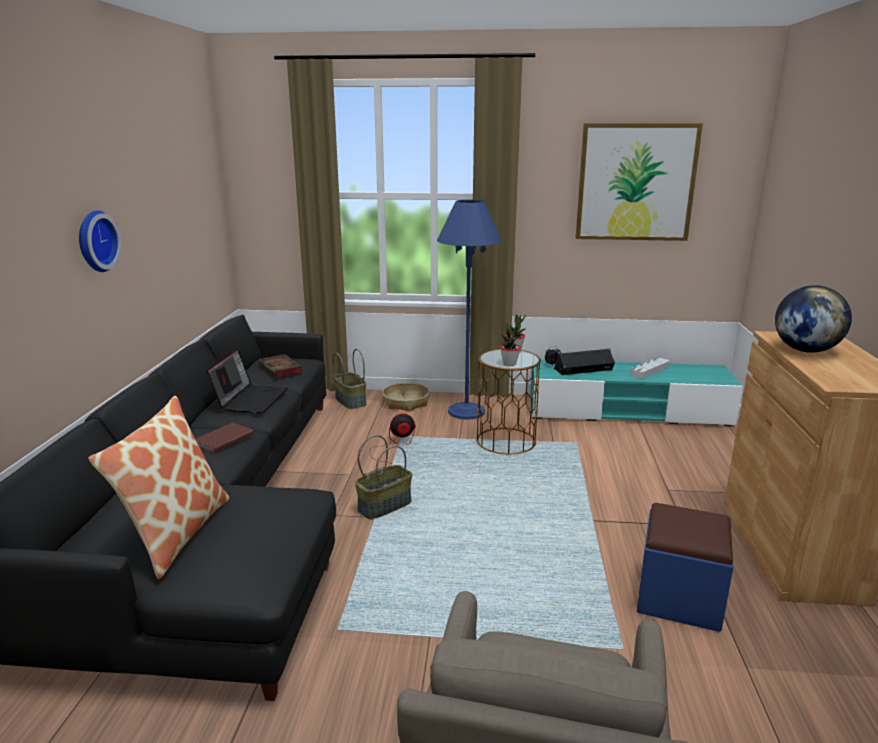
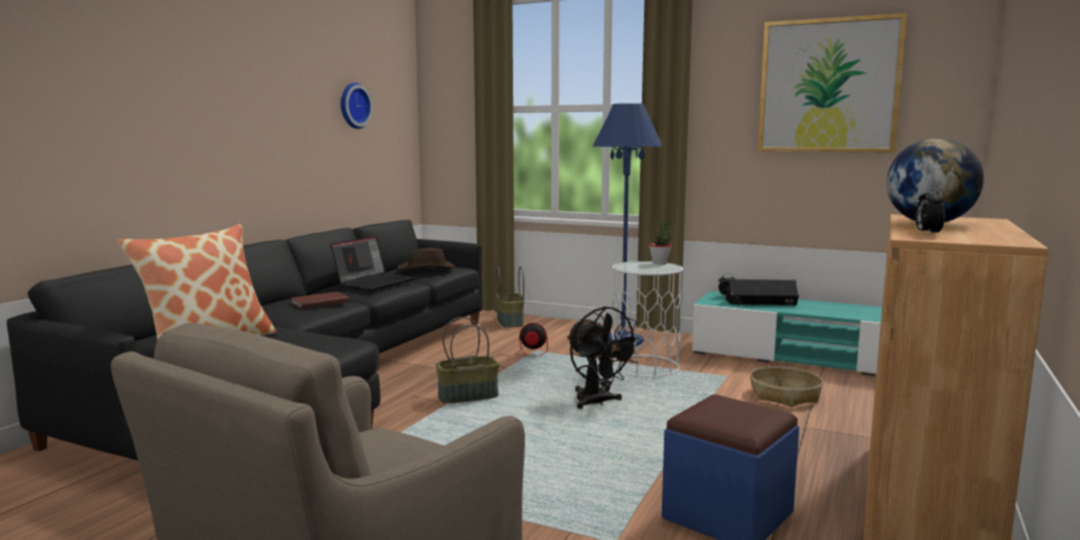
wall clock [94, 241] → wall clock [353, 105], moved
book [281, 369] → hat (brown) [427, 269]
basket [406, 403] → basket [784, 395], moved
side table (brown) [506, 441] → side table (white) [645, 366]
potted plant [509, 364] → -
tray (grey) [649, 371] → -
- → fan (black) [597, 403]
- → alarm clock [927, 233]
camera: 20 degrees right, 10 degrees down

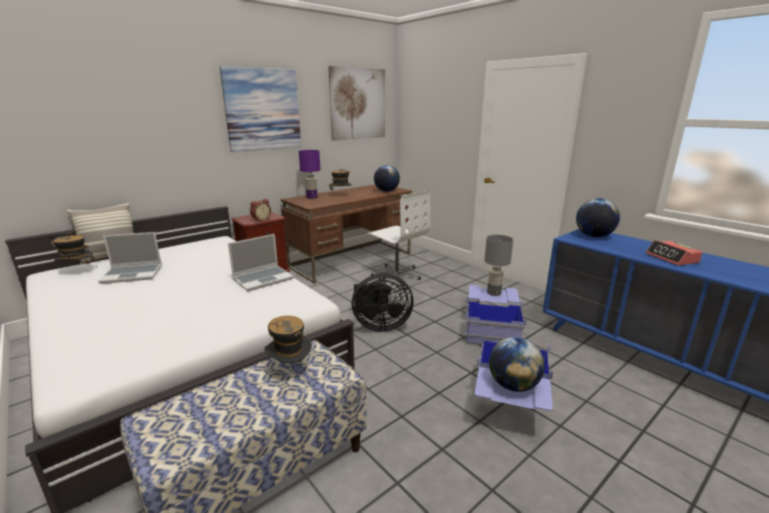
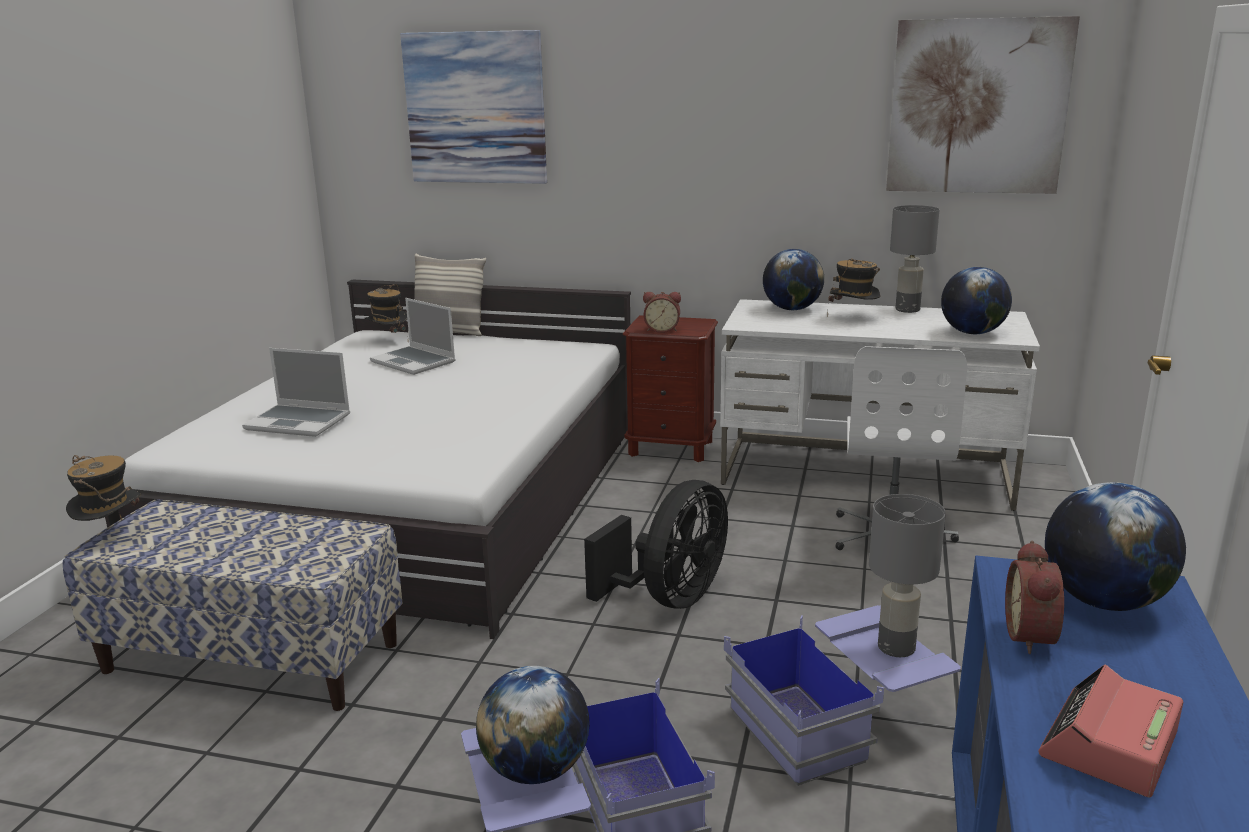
picture [263, 110] → picture [475, 108], moved
laptop [263, 279] → laptop [300, 422], moved
hat [290, 369] → hat [111, 535], moved
desk (brown) [352, 260] → desk (white) [866, 473]
table lamp (purple) [311, 197] → globe [791, 309]
fan (black) [379, 326] → fan (black) [670, 598], 105 degrees counterclockwise
- → table lamp (grey) [908, 310]
- → alarm clock [1034, 636]
camera: 55 degrees right, 0 degrees up

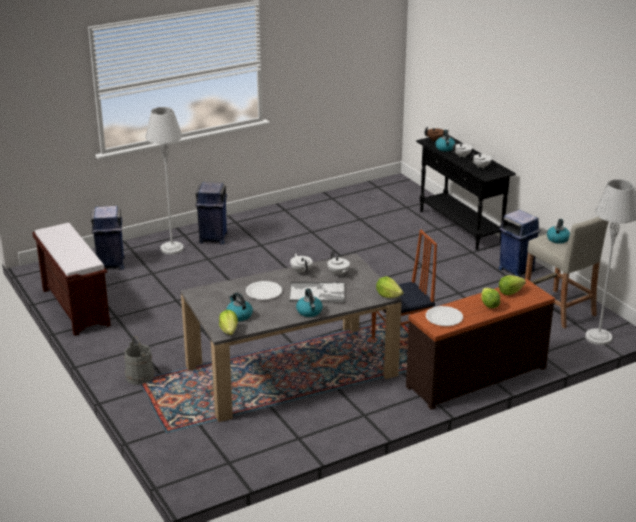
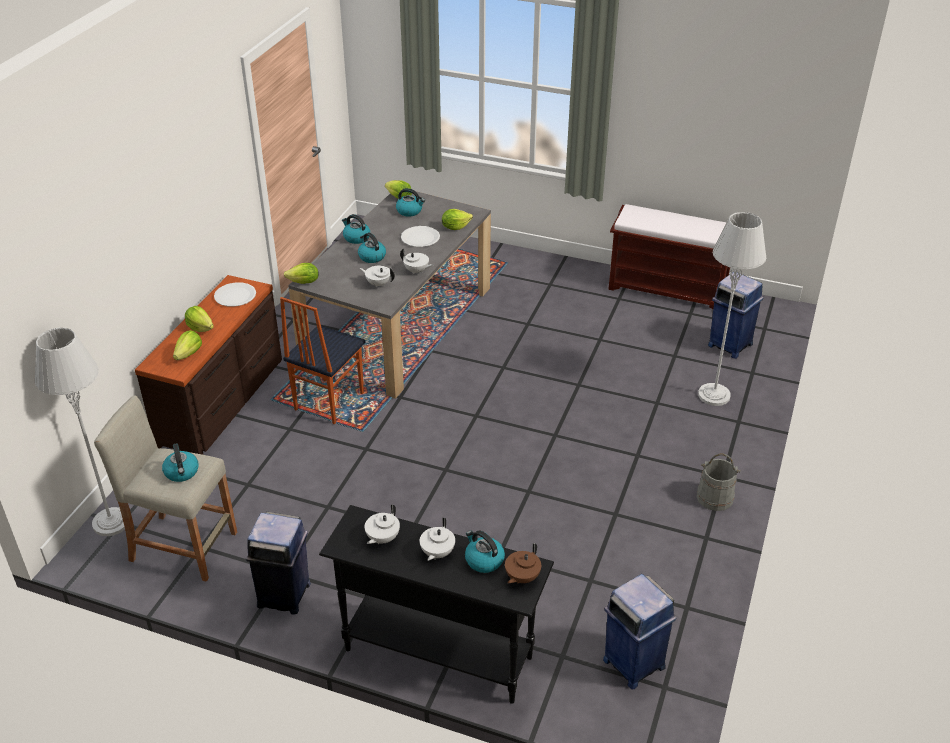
bucket (grey) [139, 376] → bucket (grey) [715, 497], moved
trash can (blue) [213, 238] → trash can (blue) [633, 663], moved
tray [318, 293] → kettle [371, 257]
- → lettuce [455, 227]
camera: 140 degrees right, 10 degrees up

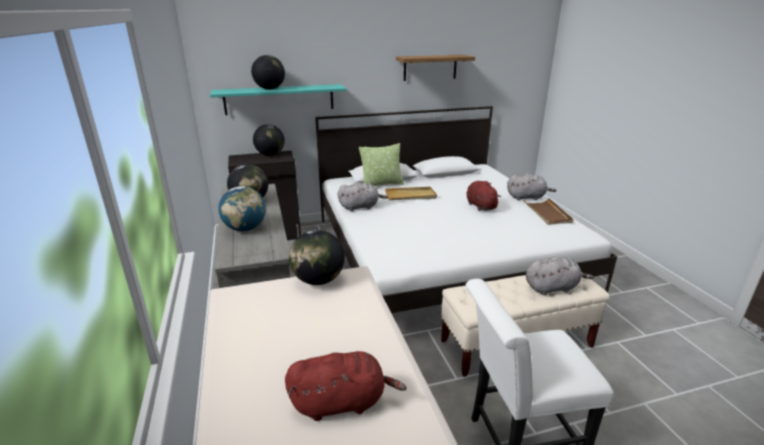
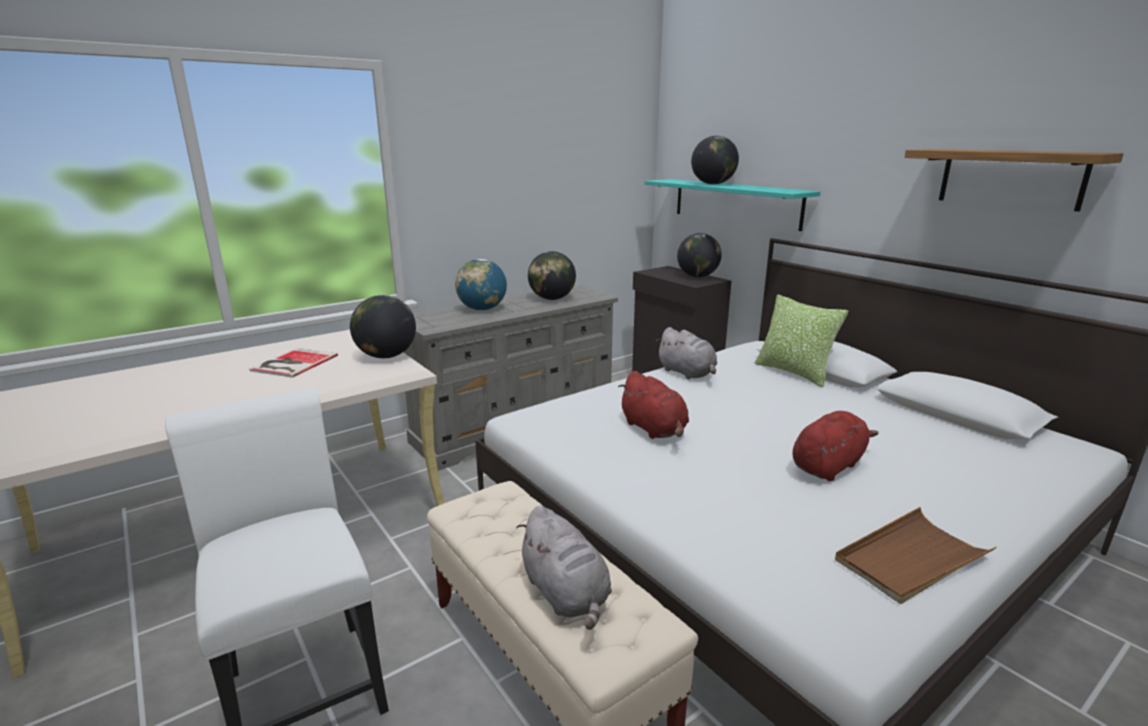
plush toy (red) [342, 402] → plush toy (red) [654, 429], moved
tray (beige) [411, 196] → -
plush toy (grey) [527, 197] → -
- → book [292, 363]
camera: 70 degrees right, 5 degrees down

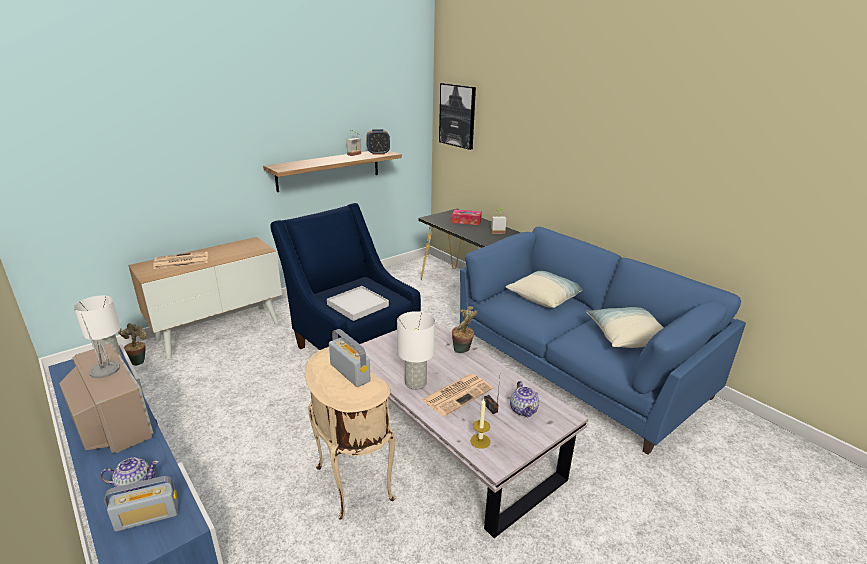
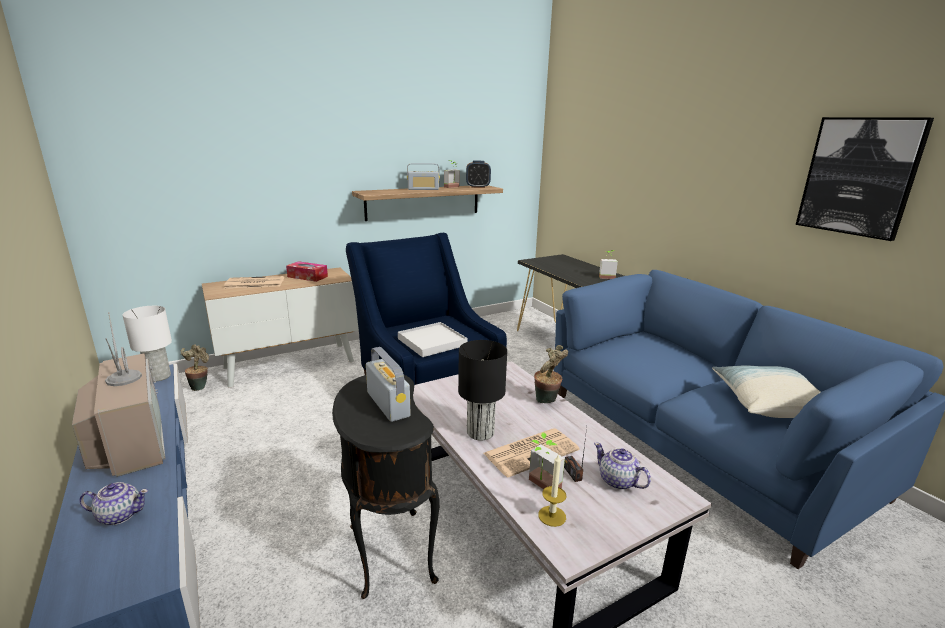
radio [147, 517] → radio [423, 189], moved
side table (beige) [351, 484] → side table (black) [387, 554]
table lamp (white) [415, 383] → table lamp (black) [479, 433]
picture [457, 115] → picture [859, 176], moved
tissue box [466, 221] → tissue box [307, 277], moved
pillow [545, 297] → -
teapot [523, 410] → teapot [618, 481], 135 degrees clockwise
- → potted plant [540, 486]
camera: 10 degrees right, 5 degrees down

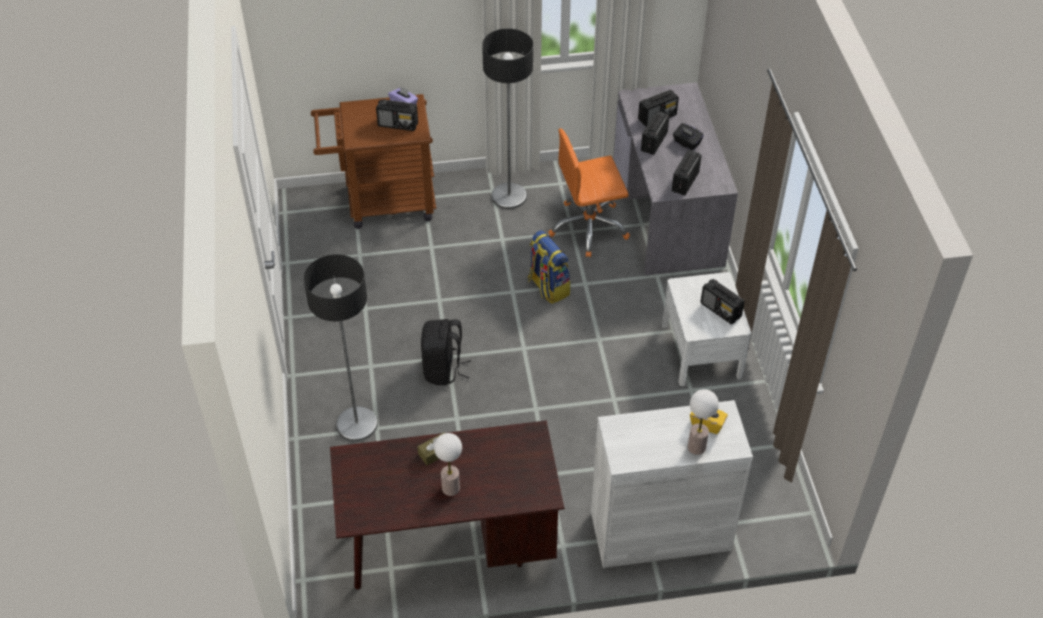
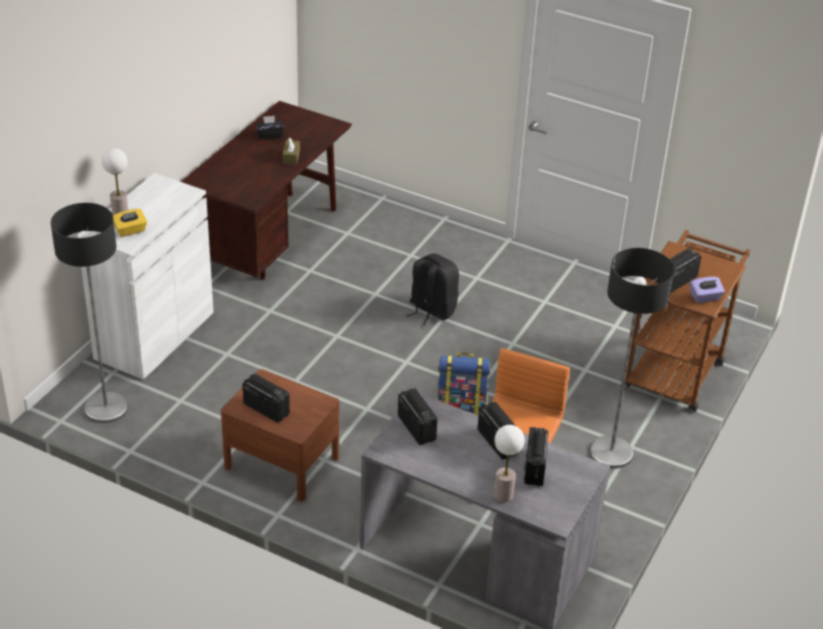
floor lamp [357, 424] → floor lamp [105, 408], moved
table lamp [450, 488] → table lamp [503, 495], moved
nightstand (white) [701, 351] → nightstand (brown) [281, 462]
tissue box (black) [686, 143] → tissue box (black) [269, 135], moved
radio [721, 310] → radio [266, 409], 45 degrees clockwise
camera: 125 degrees right, 10 degrees down

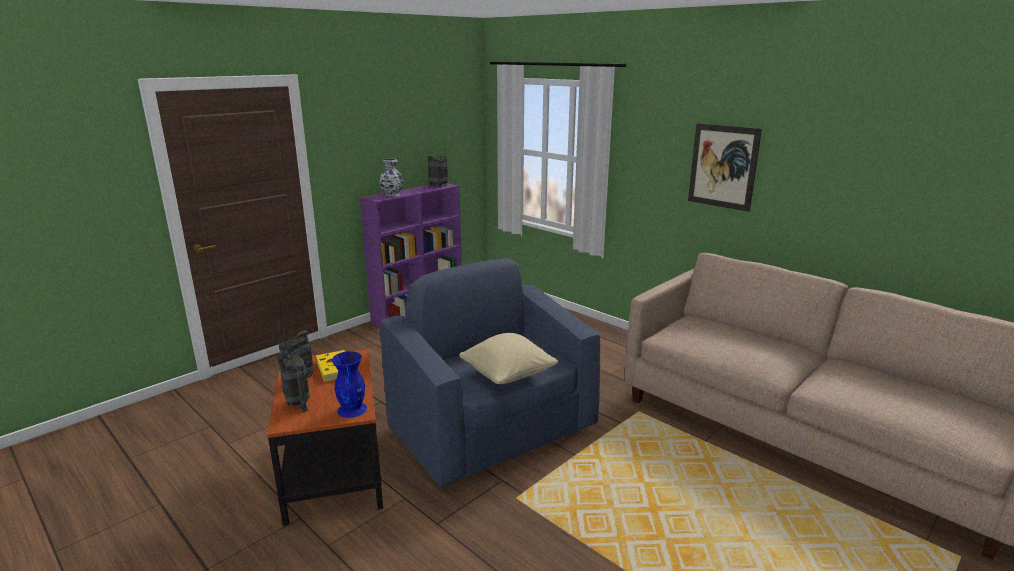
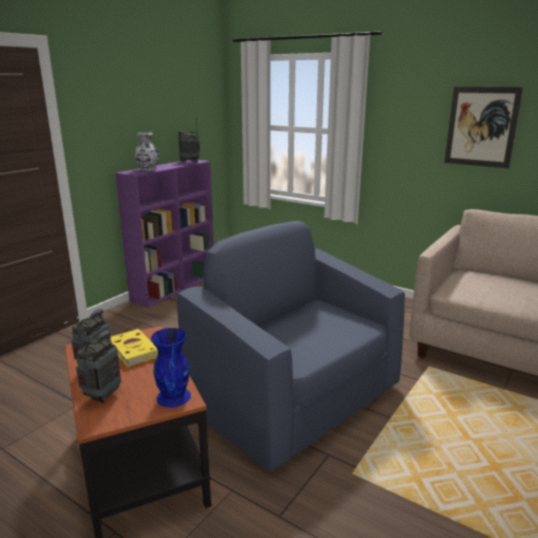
radio [297, 403] → radio [103, 396], 120 degrees counterclockwise
pillow (beige) [508, 376] → -
camera: 10 degrees left, 0 degrees up

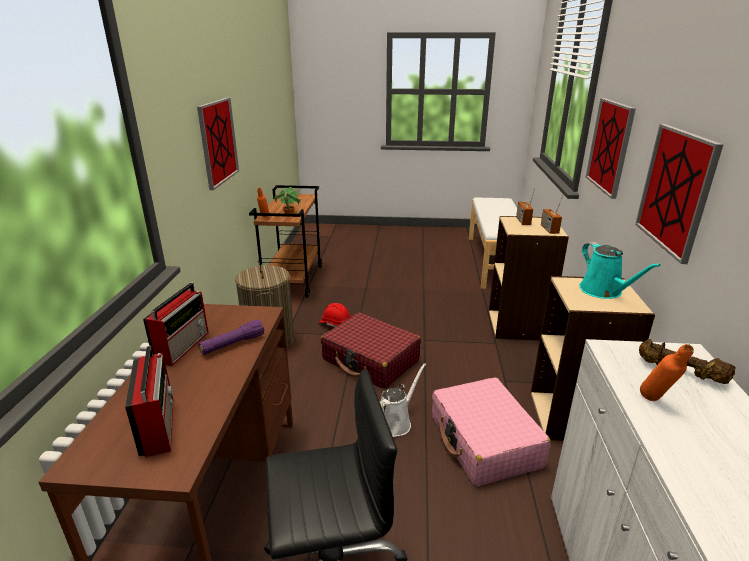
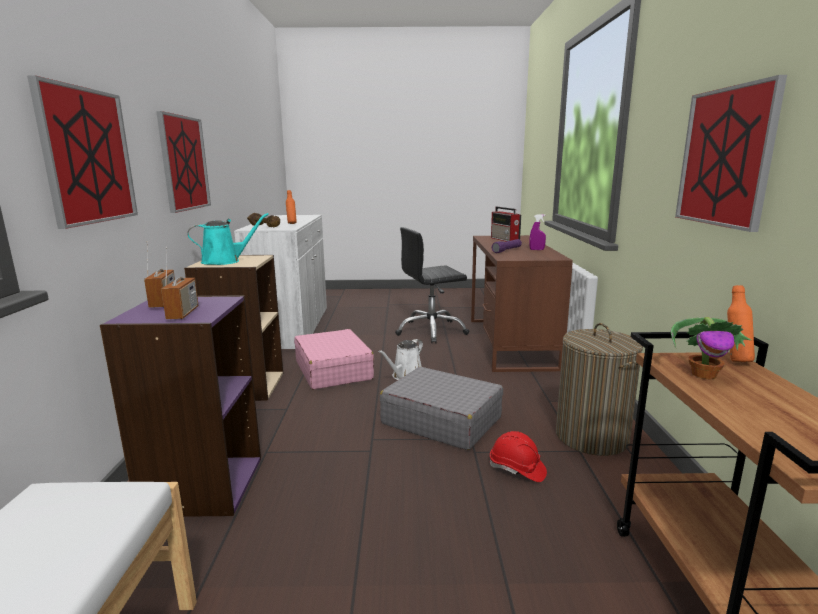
radio [183, 345] → spray bottle (purple) [536, 249]
suitcase (red) [371, 360] → suitcase (grey) [441, 420]
bookcase (beige) [518, 325] → bookcase (purple) [202, 485]
watering can (turquoise) [603, 291] → watering can (turquoise) [225, 261], 90 degrees clockwise
camera: 175 degrees right, 10 degrees down

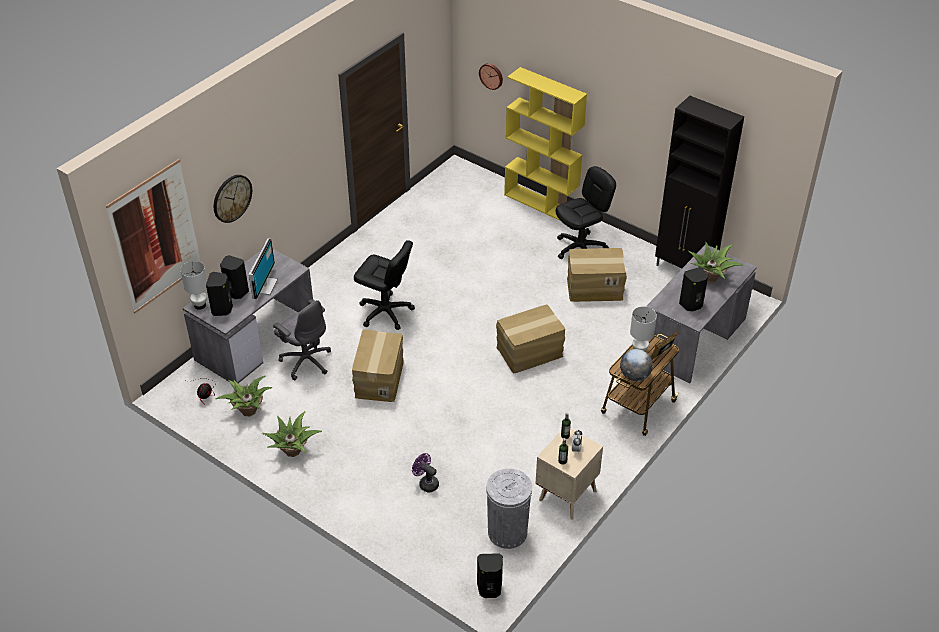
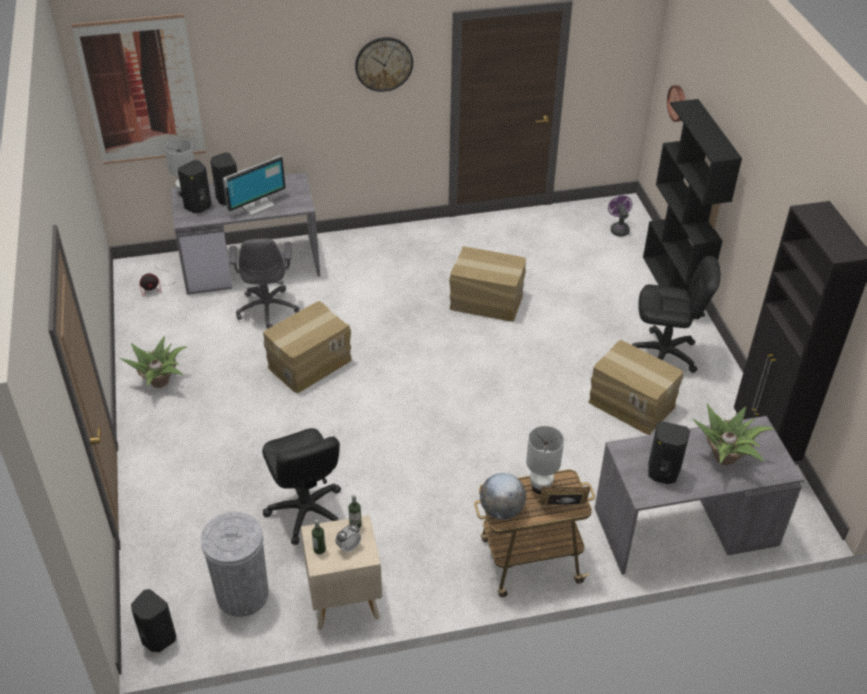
wall clock [232, 198] → wall clock [384, 64], moved
potted plant [248, 411] → -
office chair (black) [385, 312] → office chair (black) [306, 511], moved
fan (purple) [426, 483] → fan (purple) [618, 229], moved
cardboard box [530, 353] → cardboard box [486, 301], moved
bookcase (yellow) [541, 203] → bookcase (black) [673, 286]
camera: 40 degrees right, 0 degrees up

